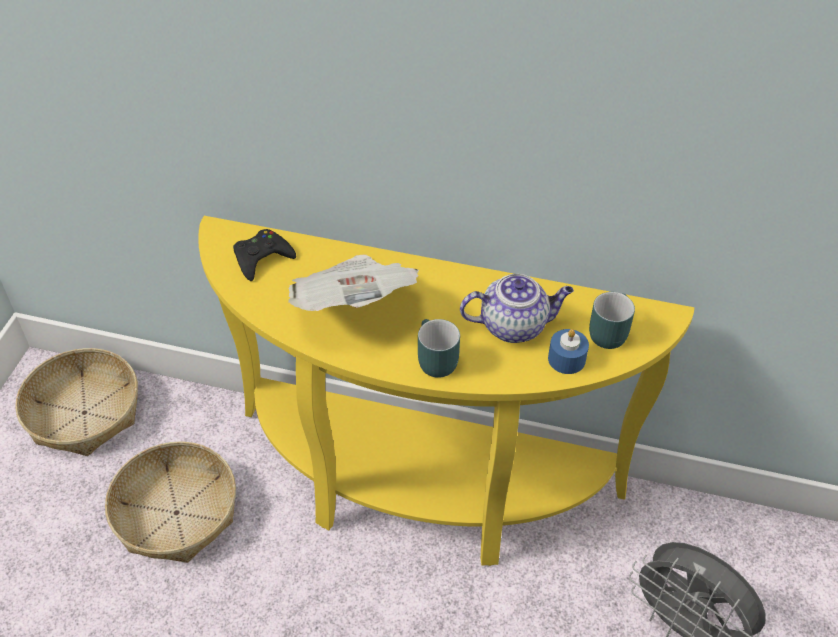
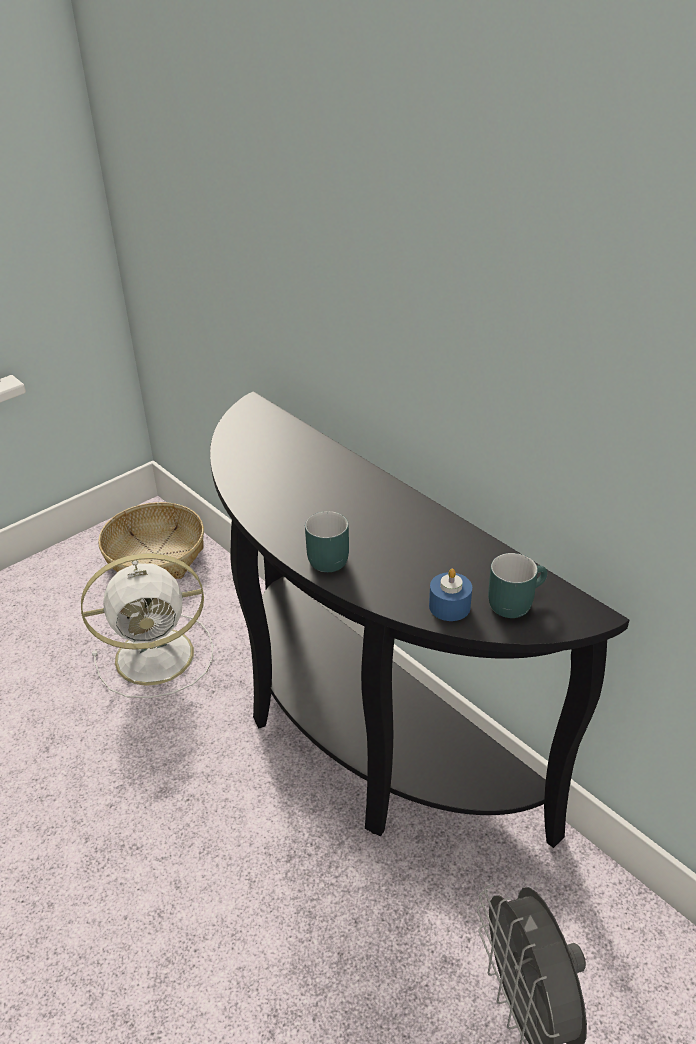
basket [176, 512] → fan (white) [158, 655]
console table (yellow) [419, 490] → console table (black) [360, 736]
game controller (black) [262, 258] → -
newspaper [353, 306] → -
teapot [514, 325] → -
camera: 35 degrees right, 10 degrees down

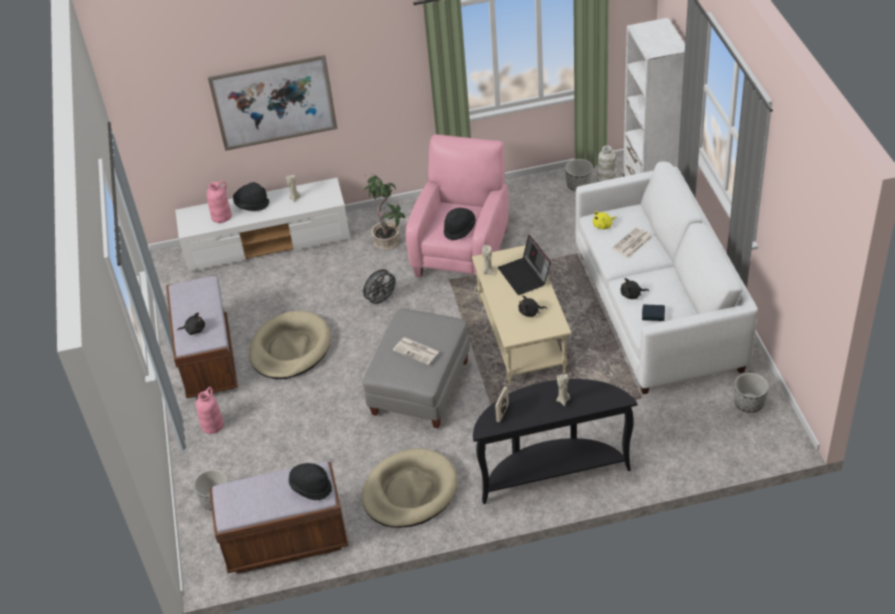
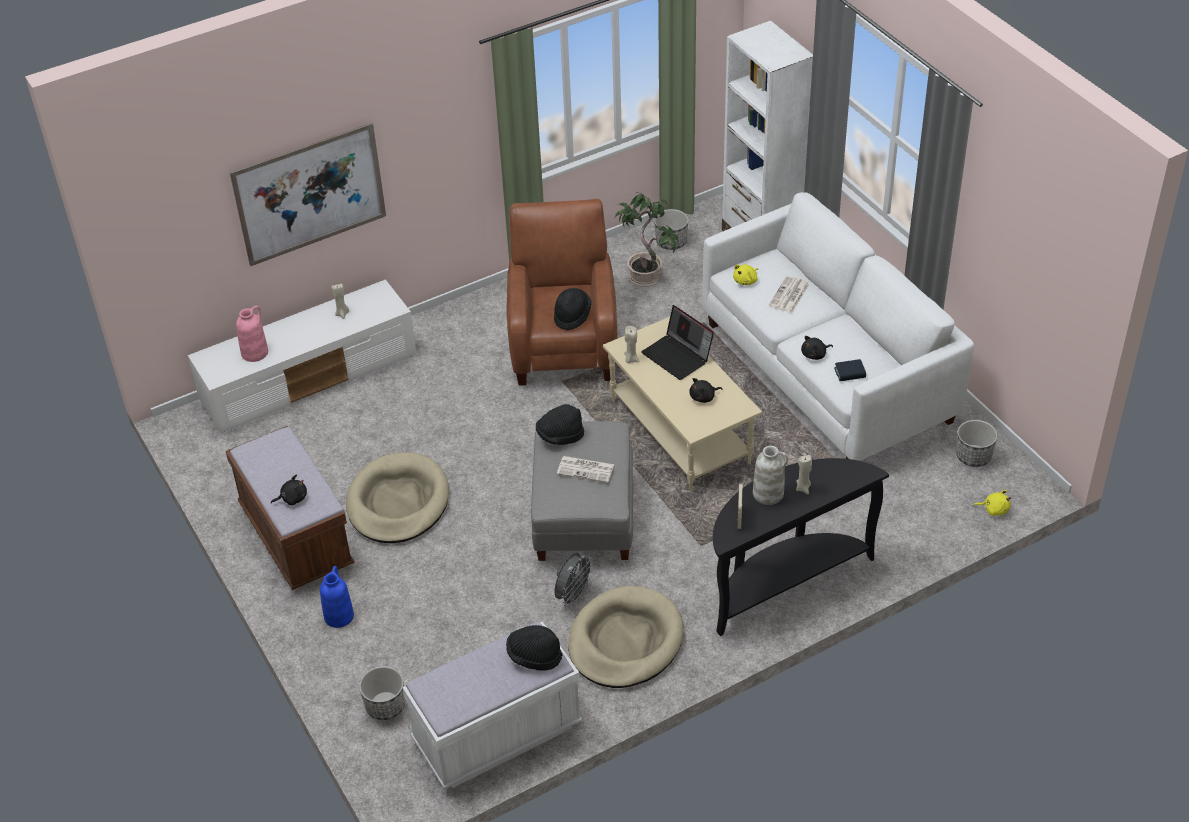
vase (pink) [212, 425] → vase (blue) [338, 616]
bench (brown) [285, 541] → bench (white) [497, 735]
hat (black) [252, 205] → hat (black) [560, 436], moved
fan (grey) [381, 300] → fan (grey) [573, 596], moved
potted plant [388, 241] → potted plant [646, 276], moved
armchair (pink) [463, 250] → armchair (brown) [564, 343]
vase (white) [607, 178] → vase (white) [768, 493], moved
- → plush toy (yellow) [994, 509]
camera: 20 degrees left, 0 degrees up

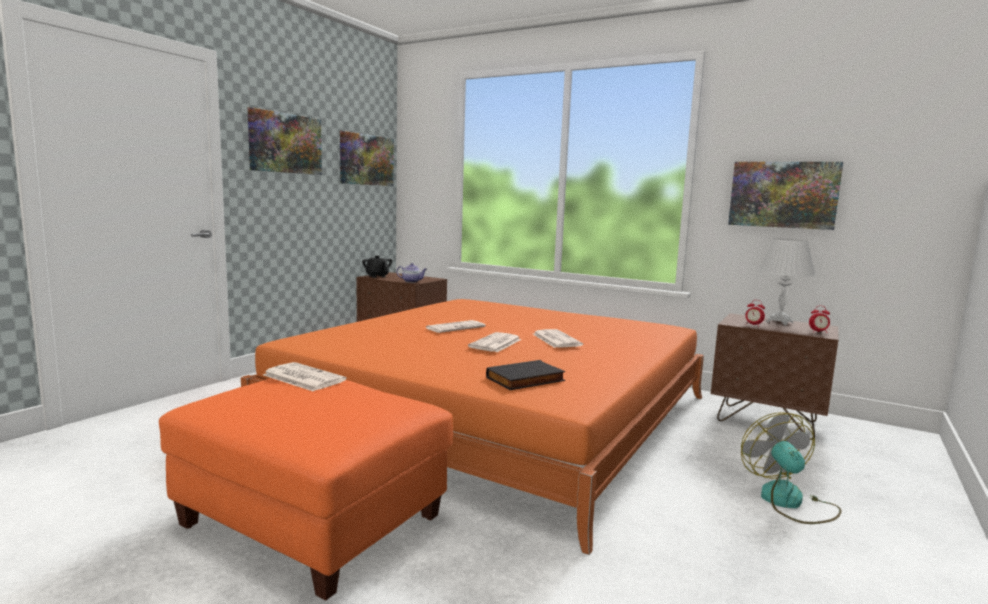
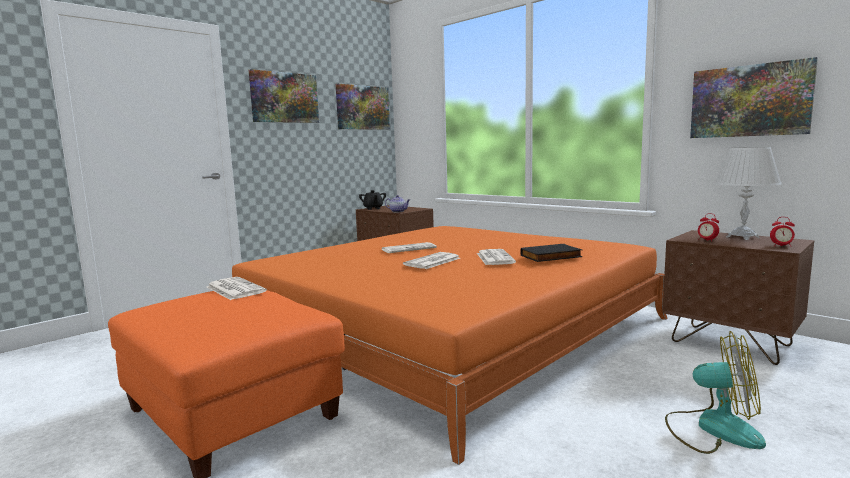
book (black) [526, 380] → book (black) [551, 256], moved
fan [789, 502] → fan [713, 429], 105 degrees clockwise
camera: 15 degrees right, 0 degrees up

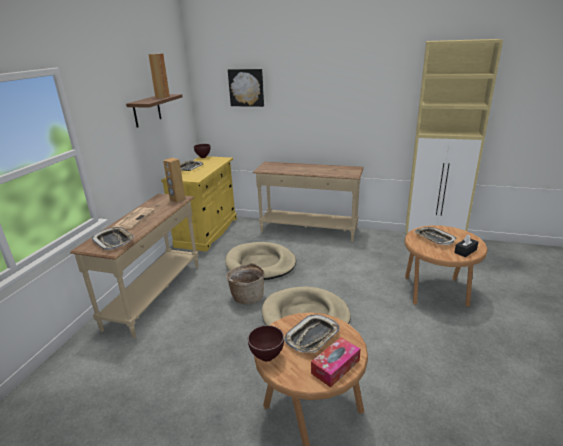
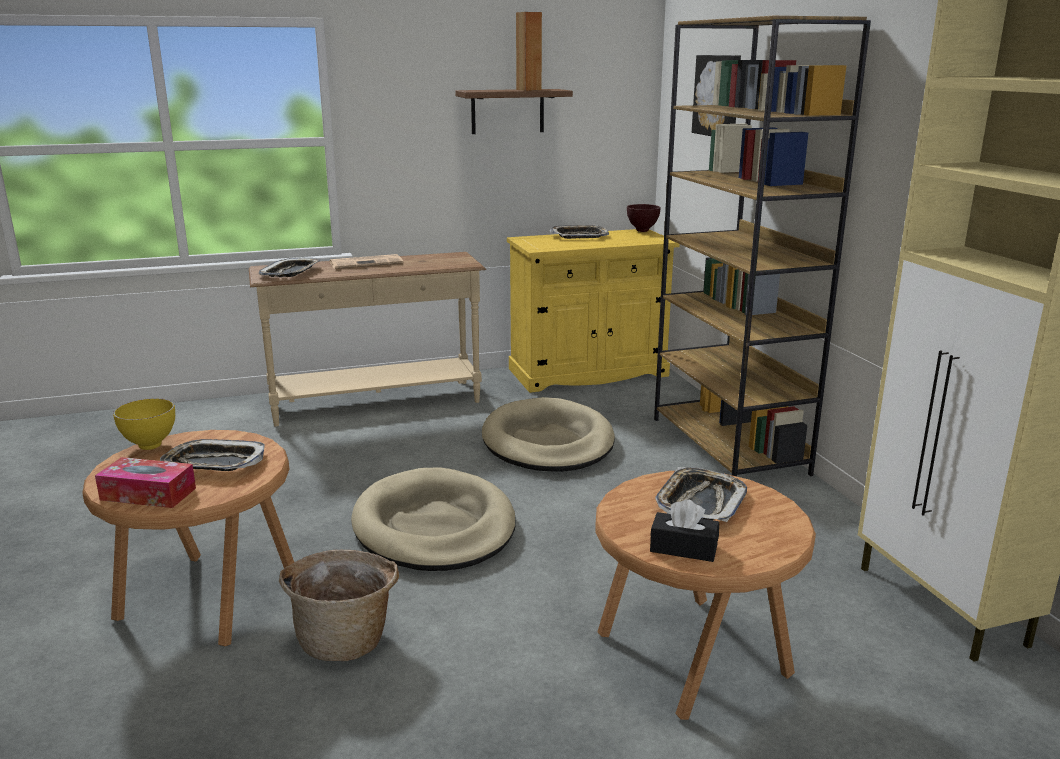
speaker (brown) [177, 200] → -
basket [247, 297] → basket [346, 638], moved
bowl (brown) [266, 356] → bowl (yellow) [151, 445]
console table (beige) [308, 231] → bookcase (brown) [729, 446]
camera: 55 degrees right, 5 degrees down

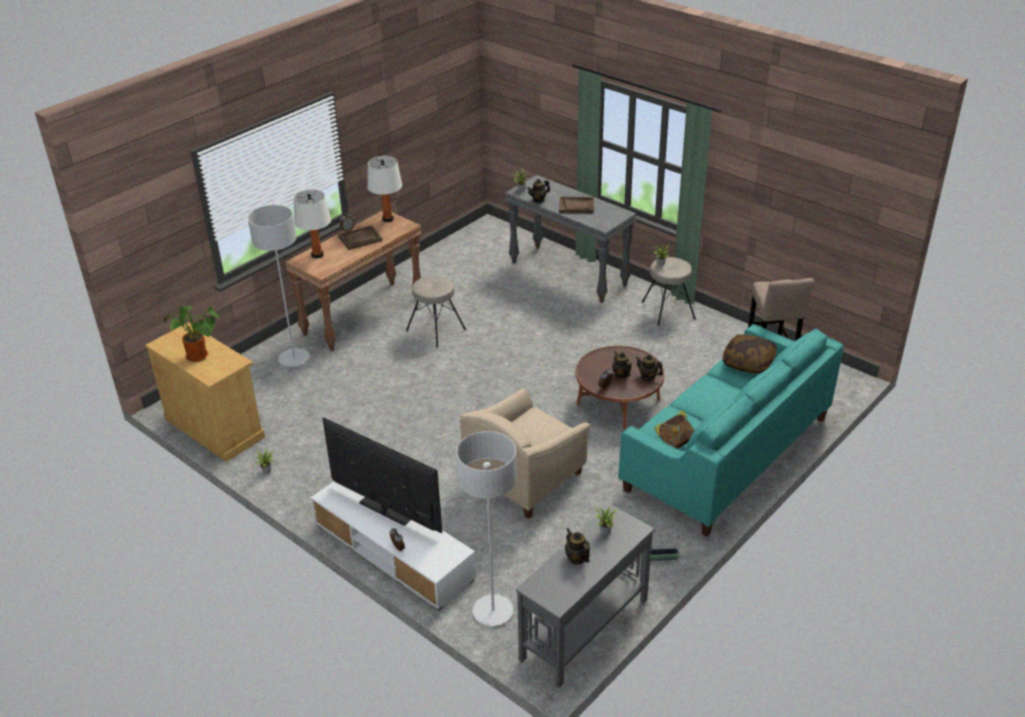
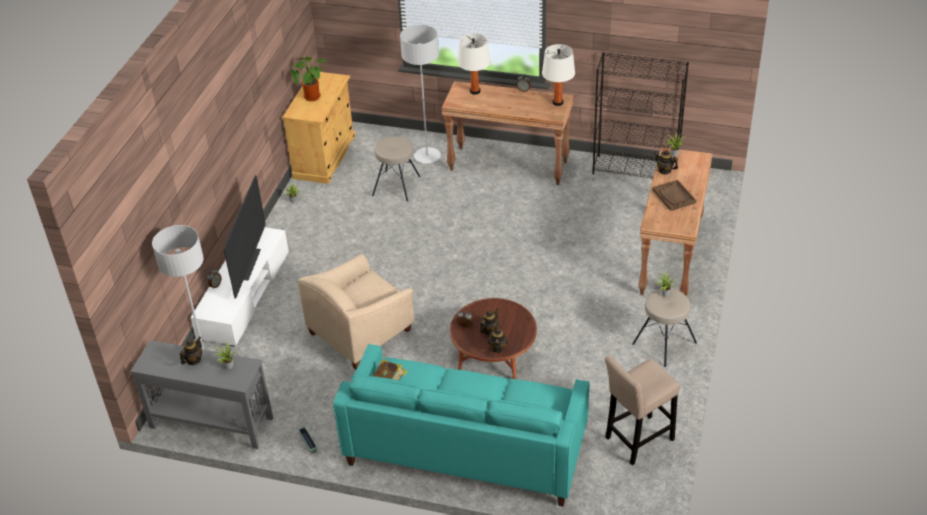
tray (brown) [360, 239] → -
stool (beige) [436, 329] → stool (beige) [397, 186], moved
armchair (beige) [525, 477] → armchair (beige) [361, 332], 60 degrees counterclockwise
console table (grey) [569, 274] → console table (brown) [671, 257]
pillow [748, 362] → -
- → bookcase (black) [636, 170]
camera: 65 degrees right, 5 degrees up

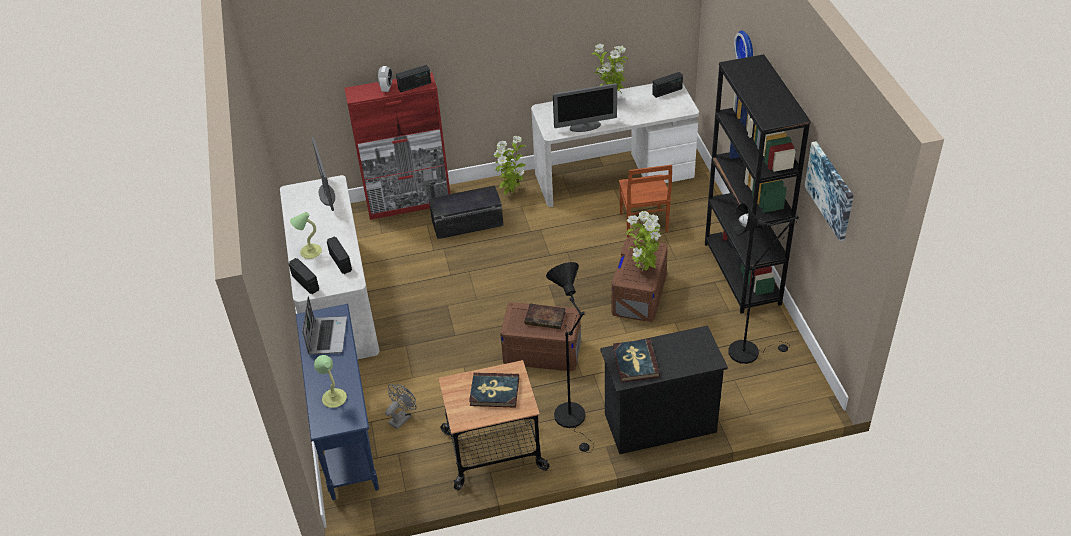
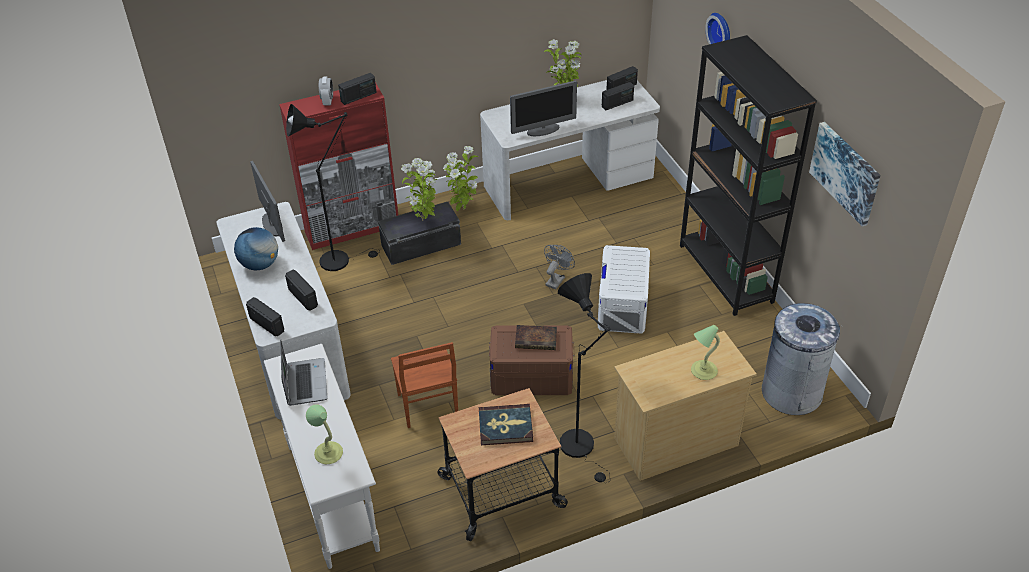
table lamp [310, 252] → table lamp [702, 371], moved
console table (blue) [347, 438] → console table (white) [333, 496]
fan (grey) [402, 417] → fan (grey) [556, 279], moved
dresser (black) [659, 423] → dresser (beige) [675, 441]
storage box (brown) [639, 294] → storage box (white) [622, 305]
book [635, 362] → -
chair (brown) [643, 223] → chair (brown) [427, 406], moved
potted plant [643, 270] → potted plant [423, 220], moved
floor lamp (black) [749, 350] → floor lamp (black) [340, 259], moved
- → globe [260, 264]
- → radio [617, 103]
- → trash can (grey) [791, 392]
camera: 10 degrees left, 0 degrees up

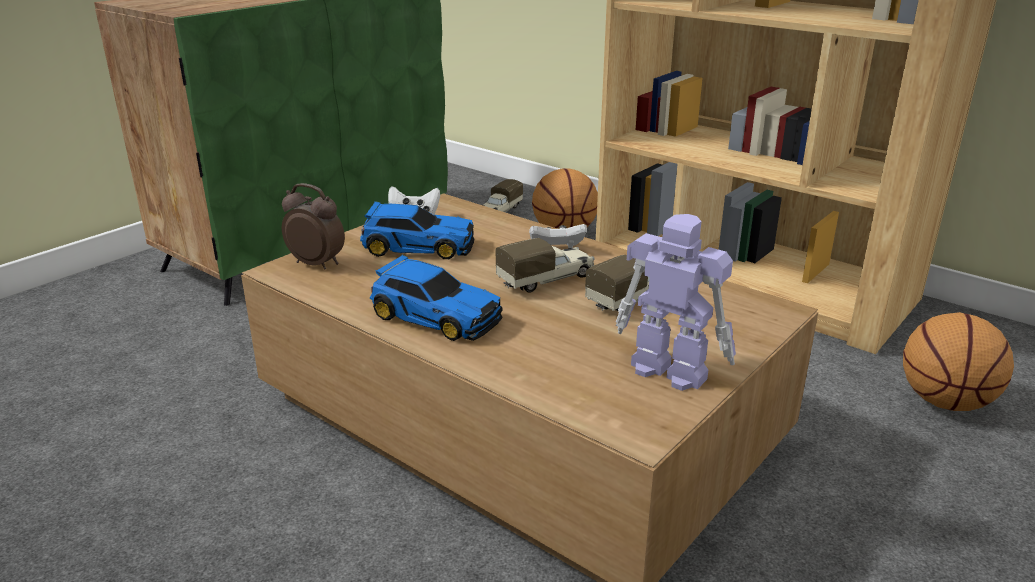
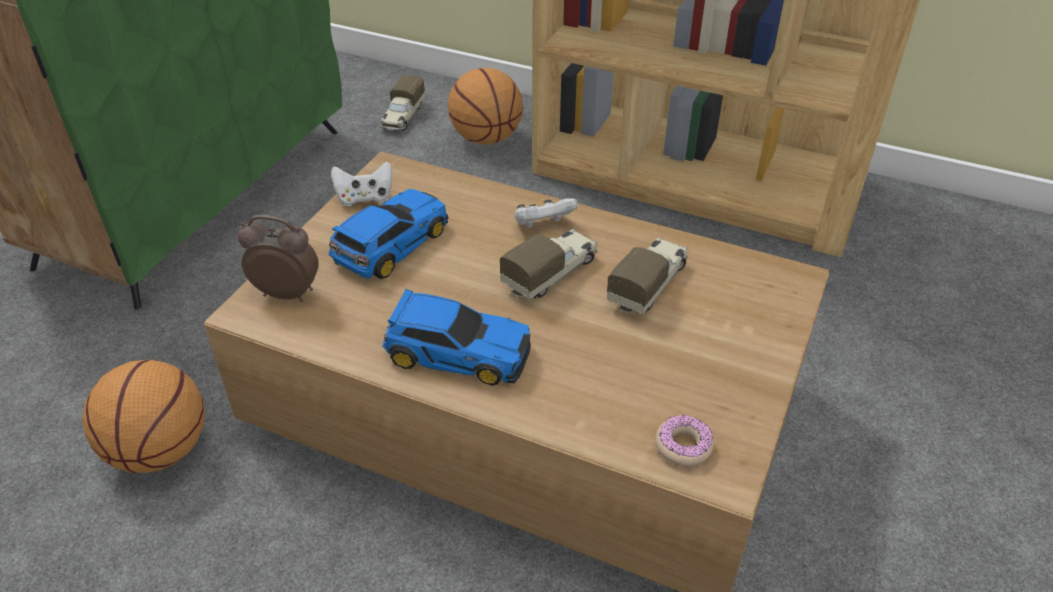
toy car [417, 246] → toy car [389, 245], 45 degrees counterclockwise
toy robot [667, 370] → -
basketball [944, 402] → basketball [159, 450], moved
- → donut [683, 446]
camera: 15 degrees left, 15 degrees up

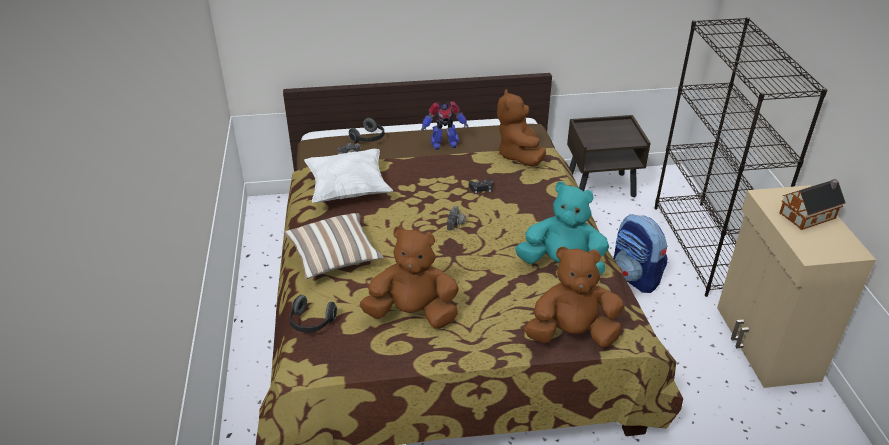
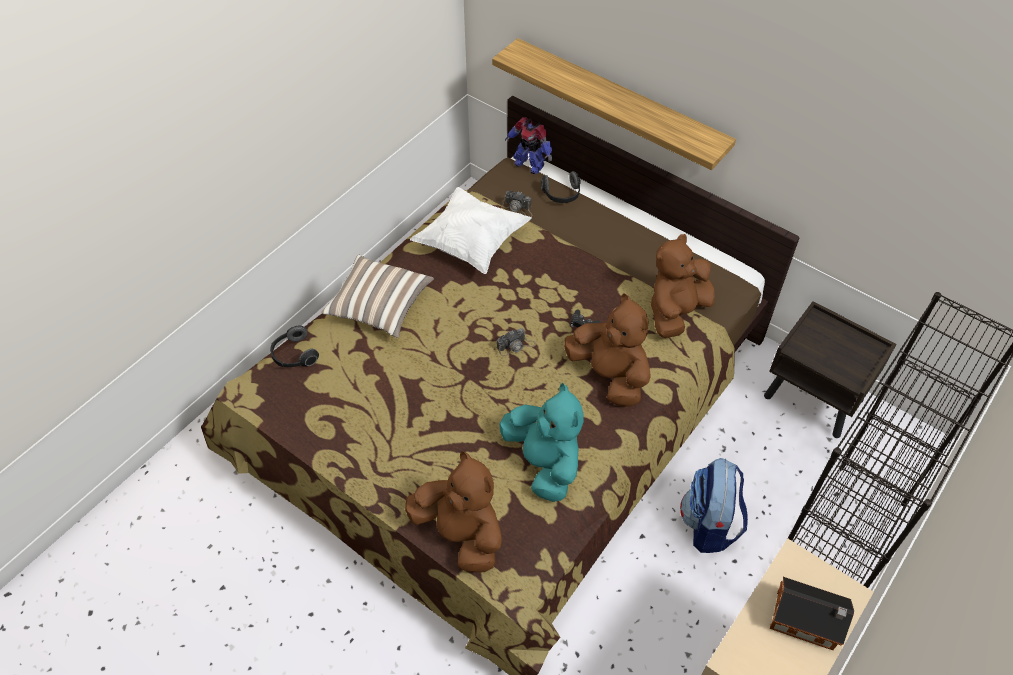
plush toy (brown) [413, 314] → plush toy (brown) [609, 375], moved
toy robot [443, 144] → toy robot [529, 164], moved
- → shelf [619, 105]
camera: 45 degrees right, 15 degrees up

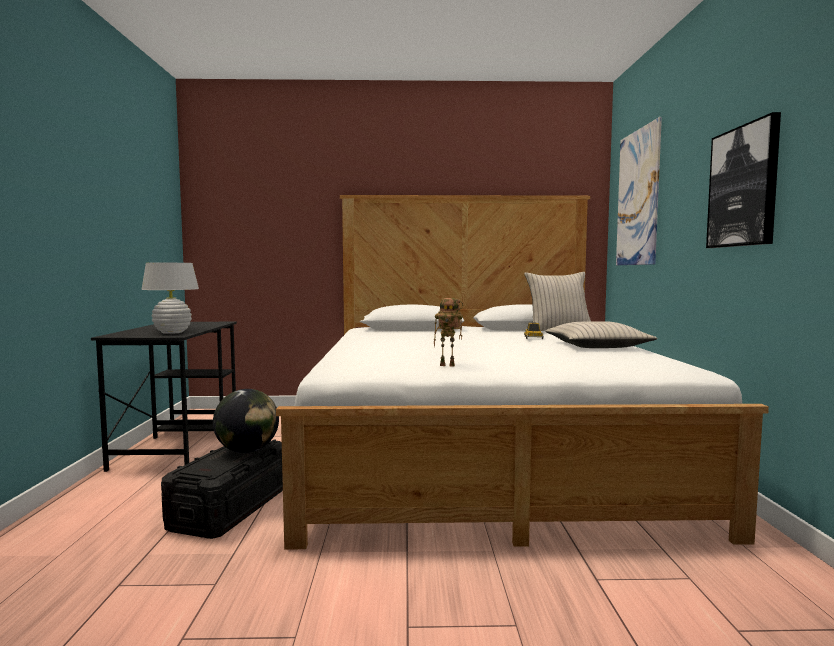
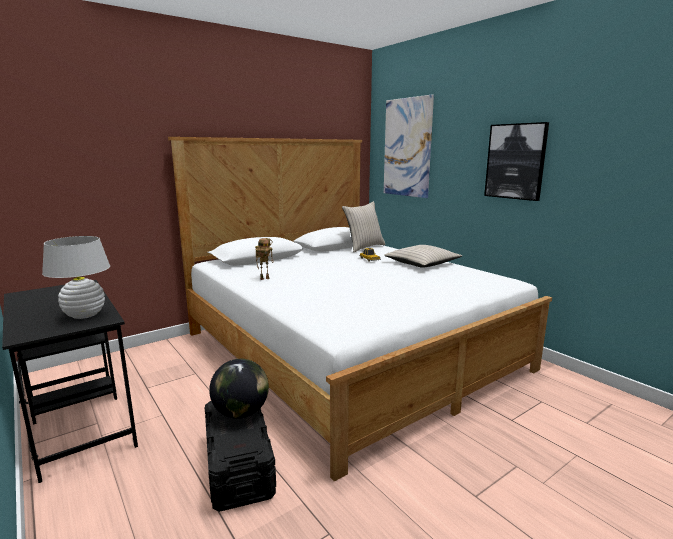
toy robot [448, 365] → toy robot [265, 278], moved
camera: 35 degrees left, 10 degrees up

